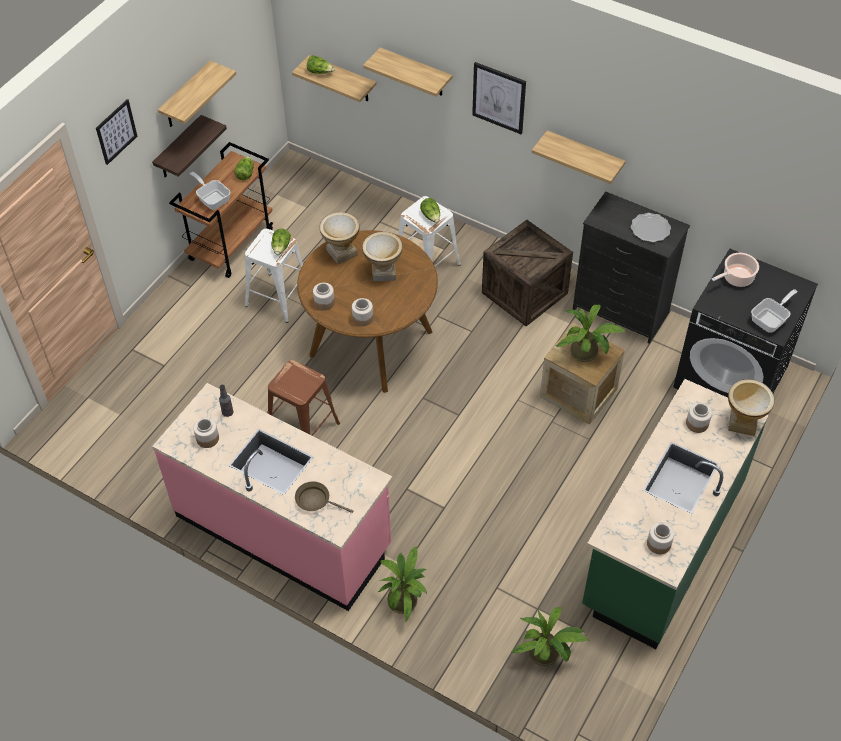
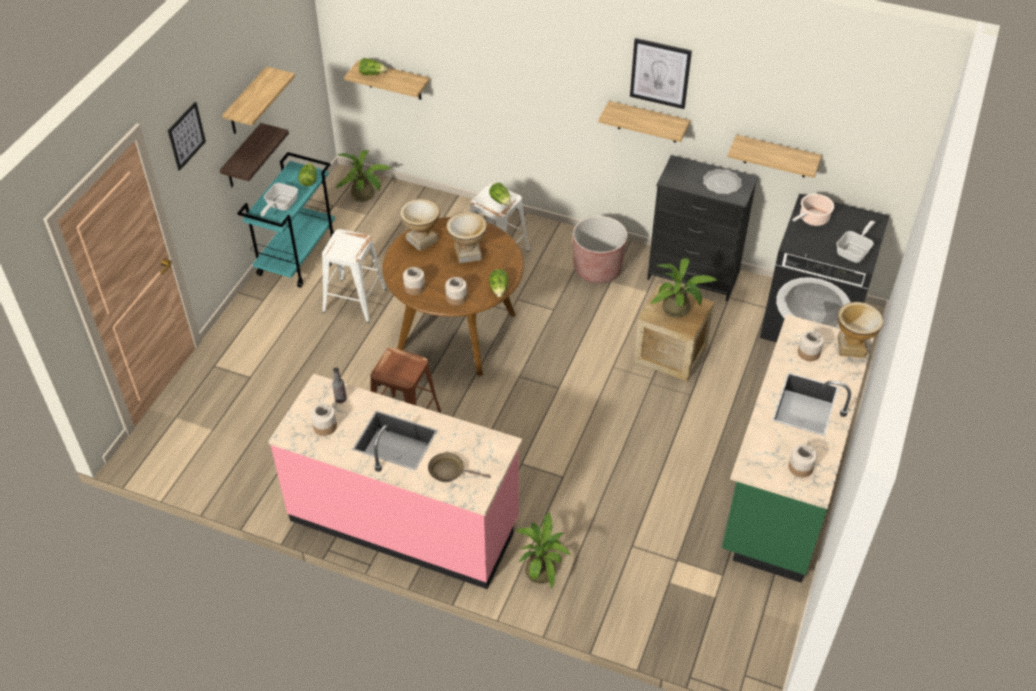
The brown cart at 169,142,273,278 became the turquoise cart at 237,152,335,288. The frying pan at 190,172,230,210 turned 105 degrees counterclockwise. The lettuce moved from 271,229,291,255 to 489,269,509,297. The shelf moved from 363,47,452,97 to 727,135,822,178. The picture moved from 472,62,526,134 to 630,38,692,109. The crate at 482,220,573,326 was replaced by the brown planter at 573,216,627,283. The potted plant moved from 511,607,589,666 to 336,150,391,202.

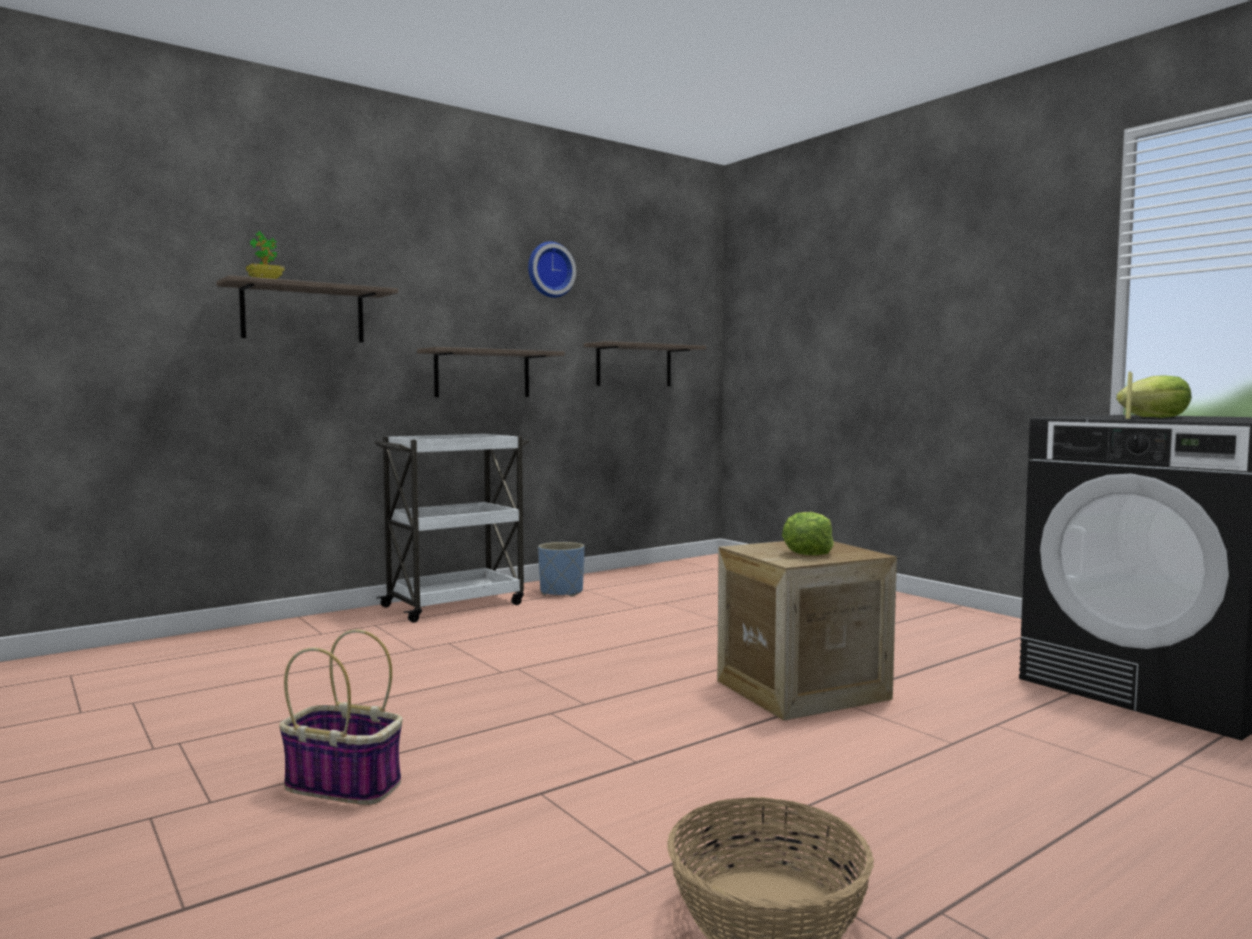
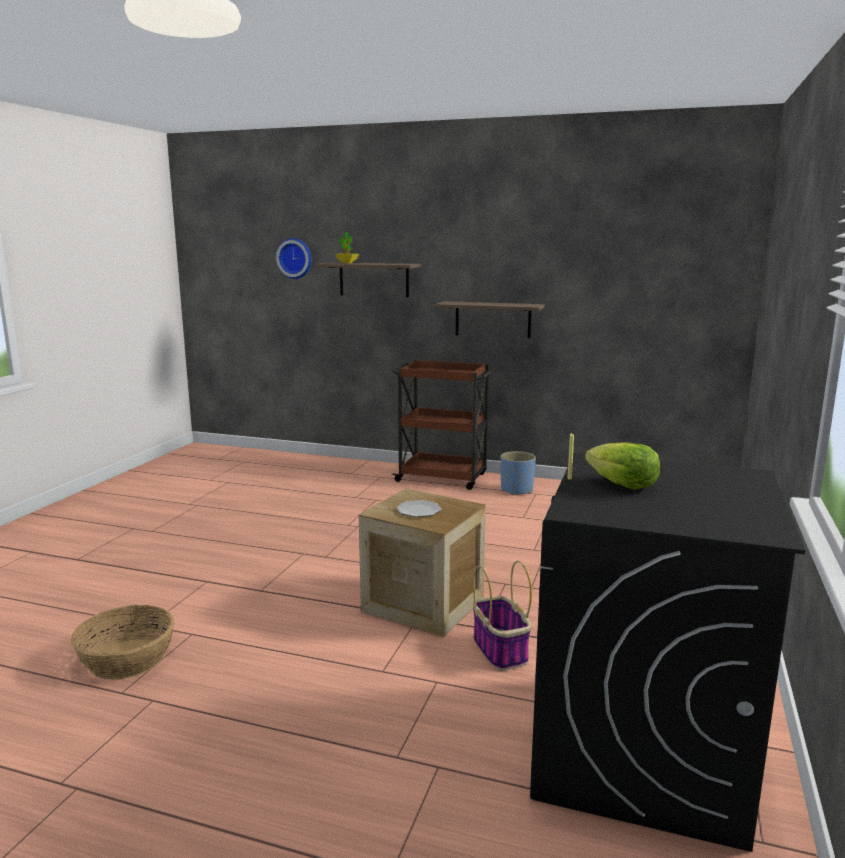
The basket moved from 279,630,403,805 to 473,561,532,671. The white cart at 373,434,530,623 became the brown cart at 392,360,496,490. The wall clock moved from 528,242,576,298 to 276,238,312,279. The shelf at 584,341,706,386 disappeared. The lettuce at 782,512,834,555 was replaced by the plate at 397,500,442,517.

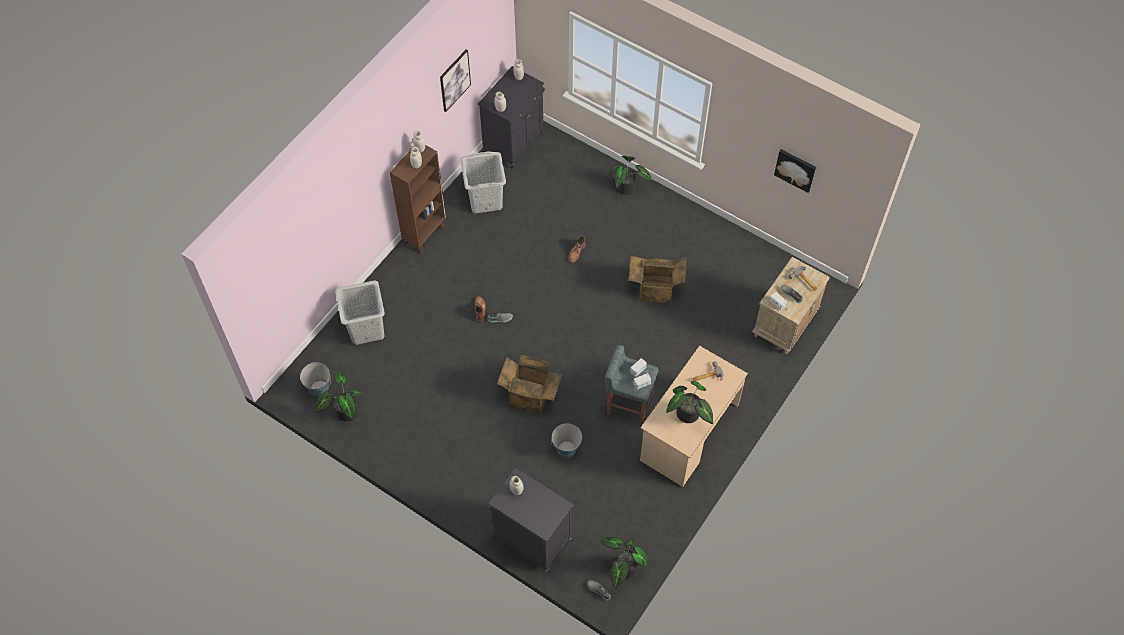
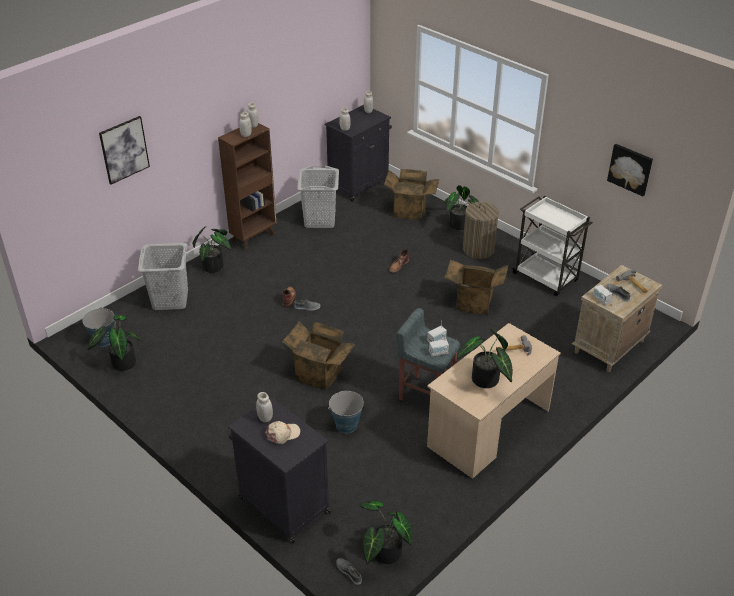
The picture moved from 440,49,471,112 to 99,116,150,184. The potted plant at 192,226,231,273 appeared. The beige cap at 265,421,300,444 appeared. The cardboard box at 384,169,439,220 appeared. The laundry basket at 463,202,499,259 appeared. The white cart at 512,196,593,296 appeared.

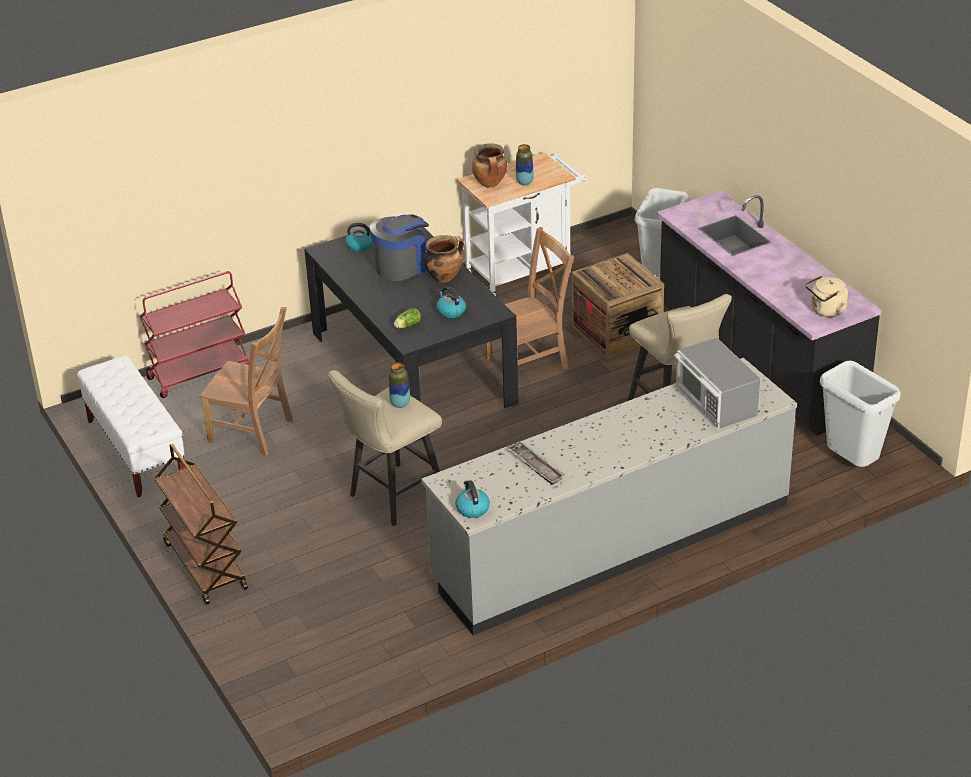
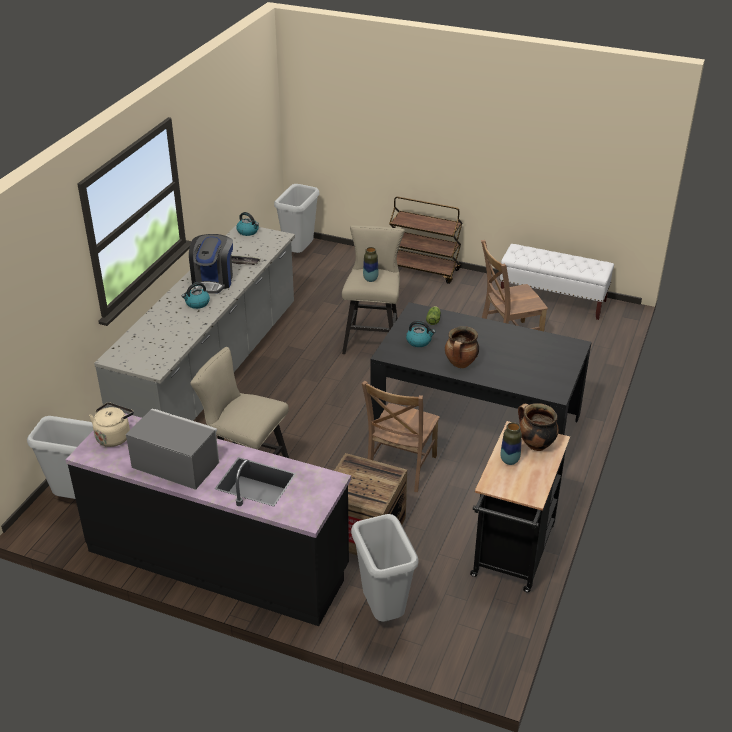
The red cart at 140,271,249,398 disappeared. The kettle moved from 345,223,373,252 to 182,282,210,309. The coffee machine moved from 370,214,429,281 to 189,234,233,294. The white cart at 457,152,586,296 became the black cart at 470,421,570,592. The microwave moved from 674,338,760,429 to 126,409,219,490. The grey trash can at 274,184,319,253 appeared.

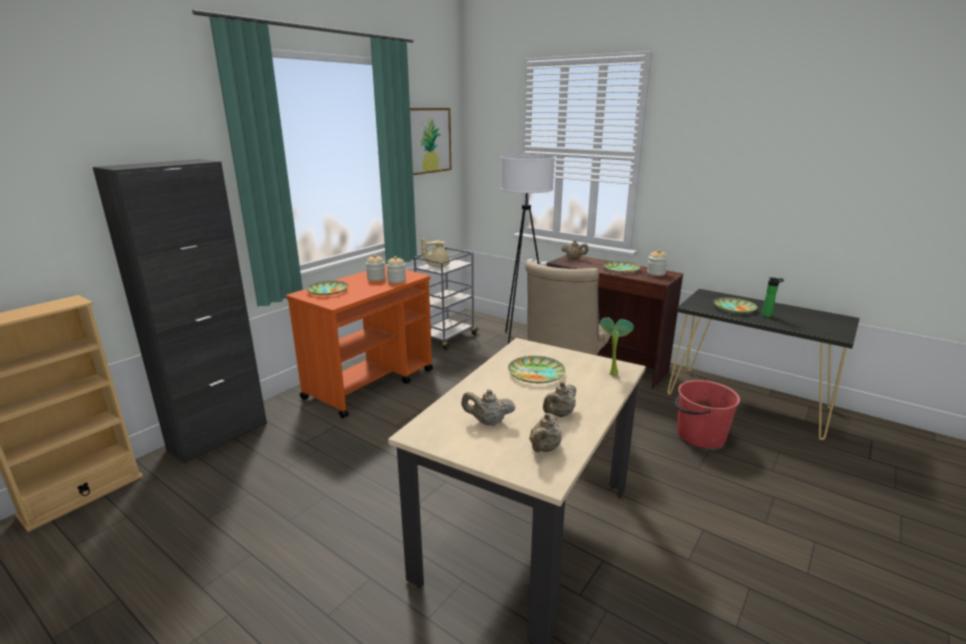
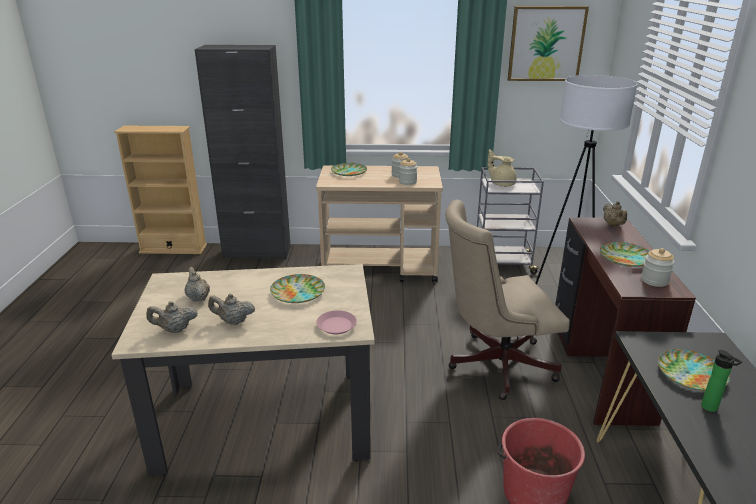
The orange cart at 286,265,433,418 became the beige cart at 316,165,443,282. The potted plant at 600,318,634,376 was replaced by the pink plate at 316,310,357,334.

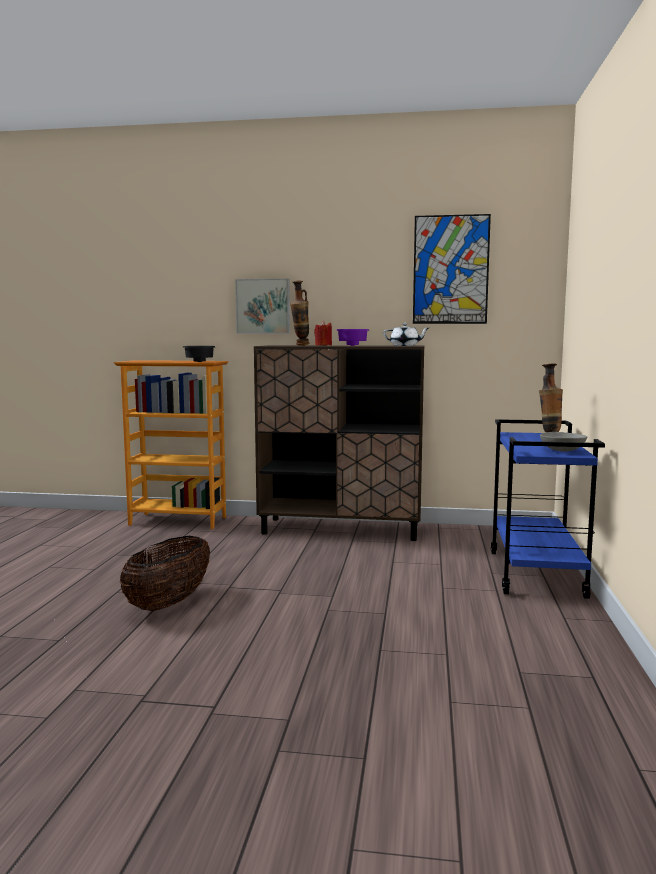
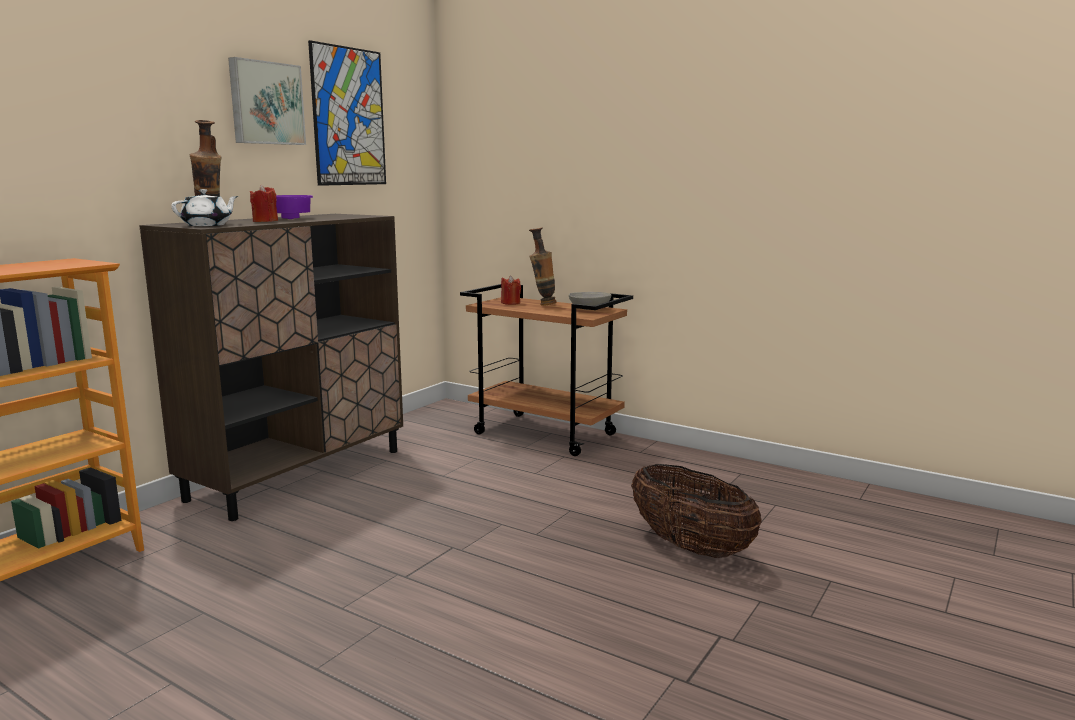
The basket moved from 120,536,210,611 to 631,464,762,558. The black bowl at 183,346,215,362 disappeared. The picture moved from 235,279,290,334 to 228,57,306,145. The white teapot moved from 383,323,429,346 to 171,189,238,226. The blue cart at 491,419,605,599 became the brown cart at 460,284,633,456. The red candle at 501,275,521,305 appeared.

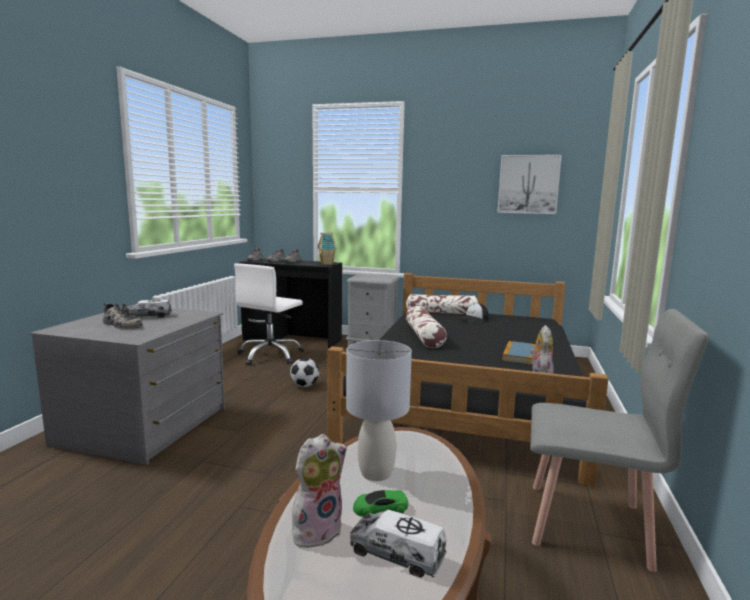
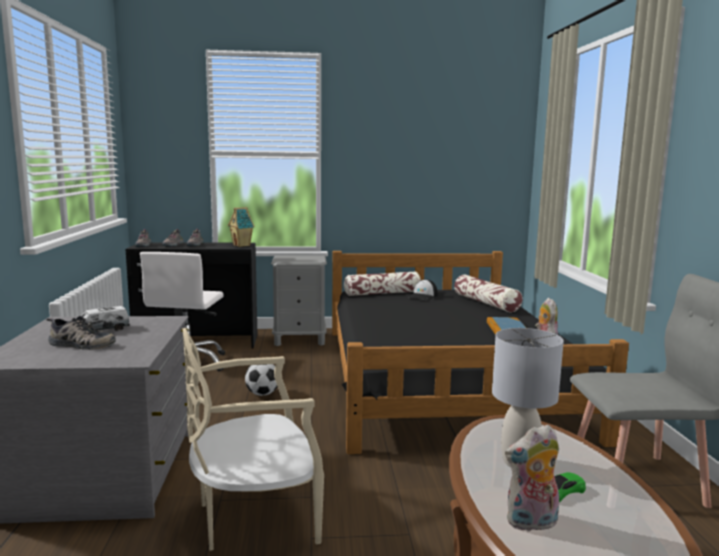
The plush toy at 292,434,347,548 turned 135 degrees counterclockwise. The toy truck at 350,510,447,578 disappeared. The pillow moved from 406,306,447,348 to 454,275,522,313. The picture at 497,155,562,214 disappeared. The beige chair at 182,328,324,551 appeared.

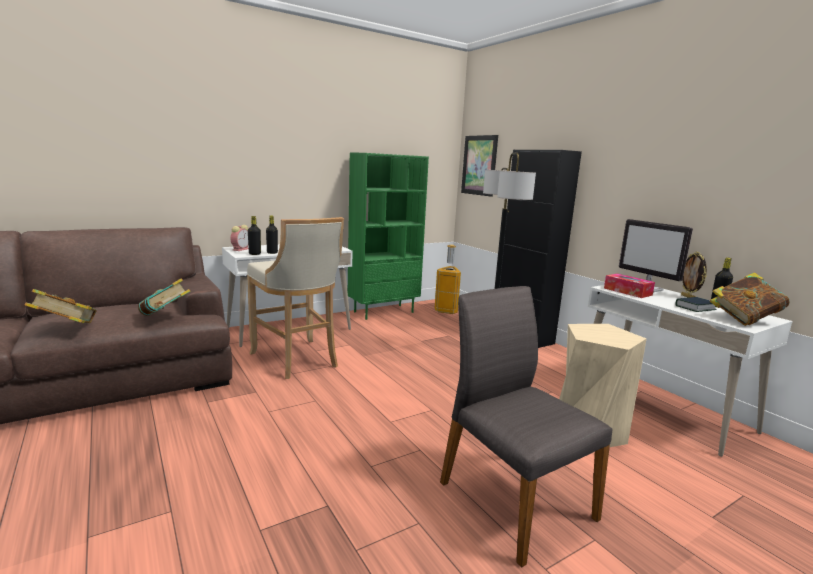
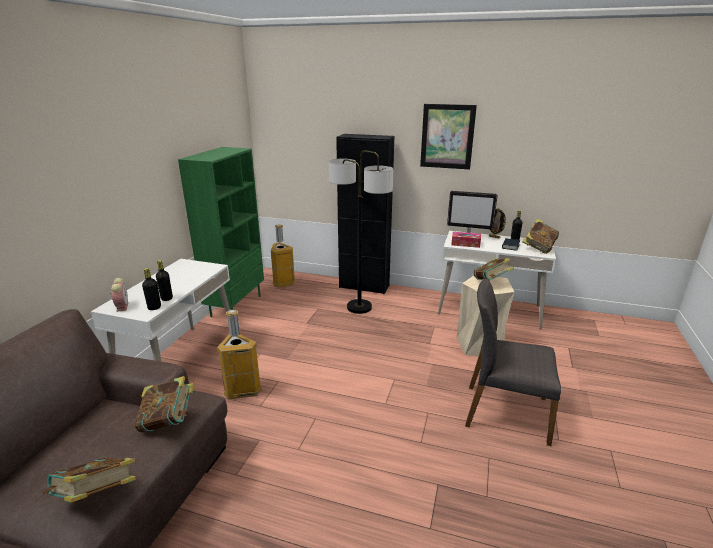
The beige stool at 247,217,344,379 was replaced by the trash can at 217,310,262,399. The picture moved from 461,135,498,197 to 420,104,477,169. The book at 473,258,514,281 appeared.

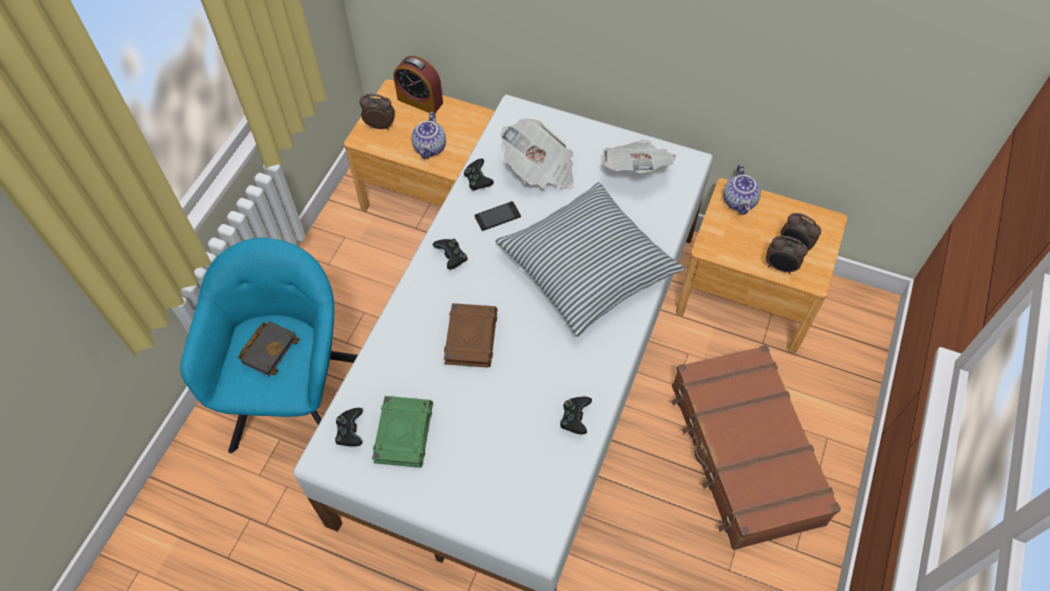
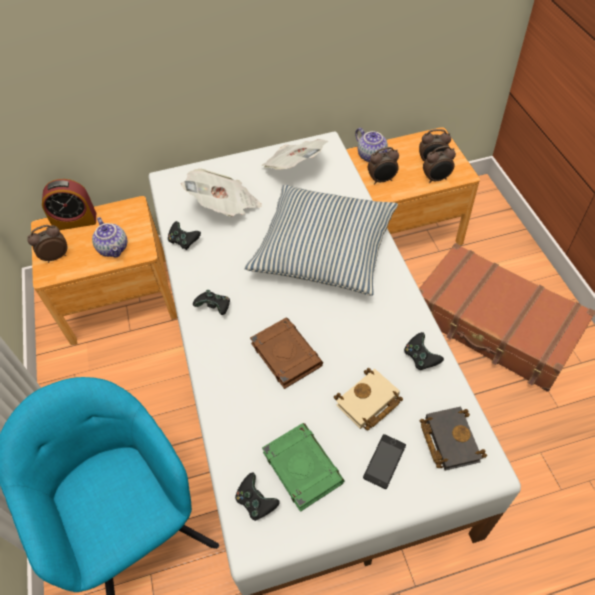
The black book moved from 238,321,300,376 to 420,406,487,470. The phone moved from 475,201,521,231 to 363,434,406,489. The beige book at 334,368,403,430 appeared. The alarm clock at 368,147,399,184 appeared.

